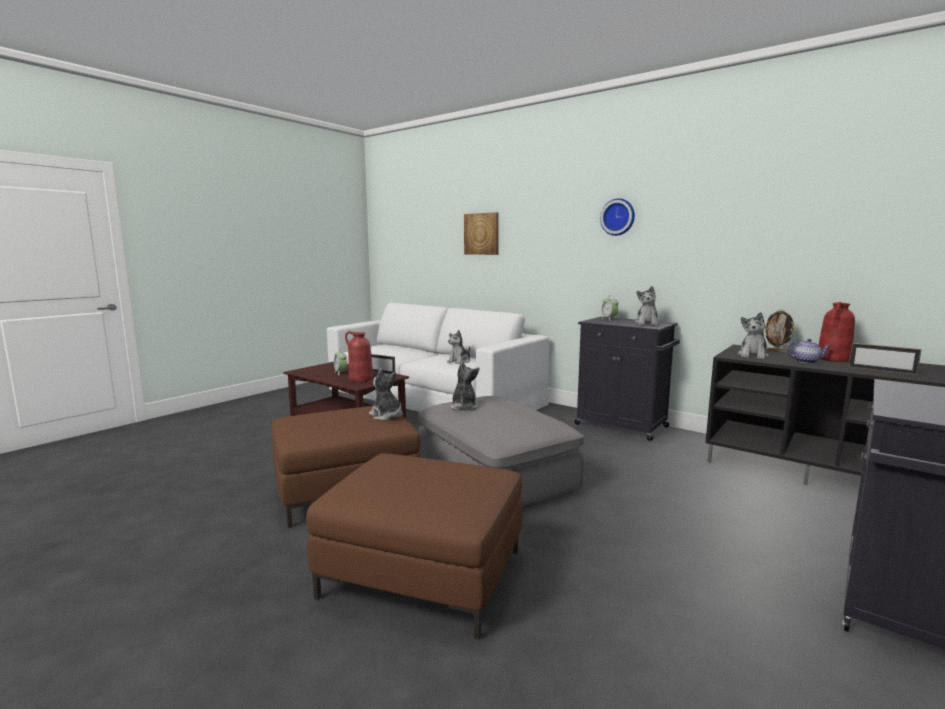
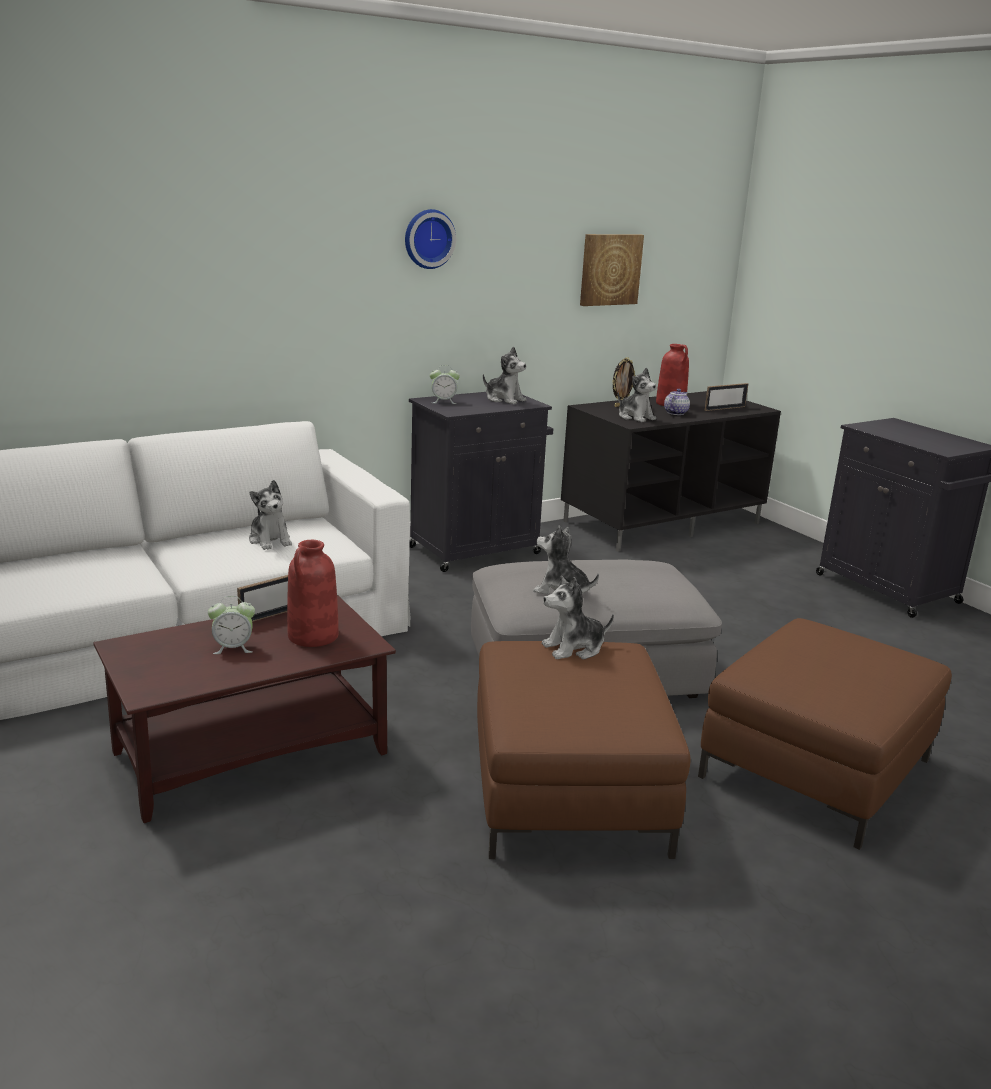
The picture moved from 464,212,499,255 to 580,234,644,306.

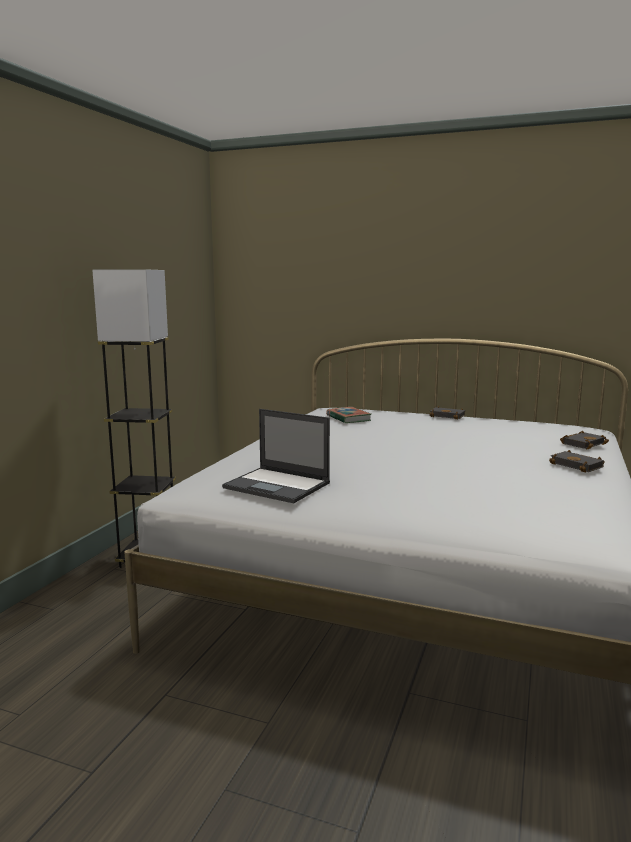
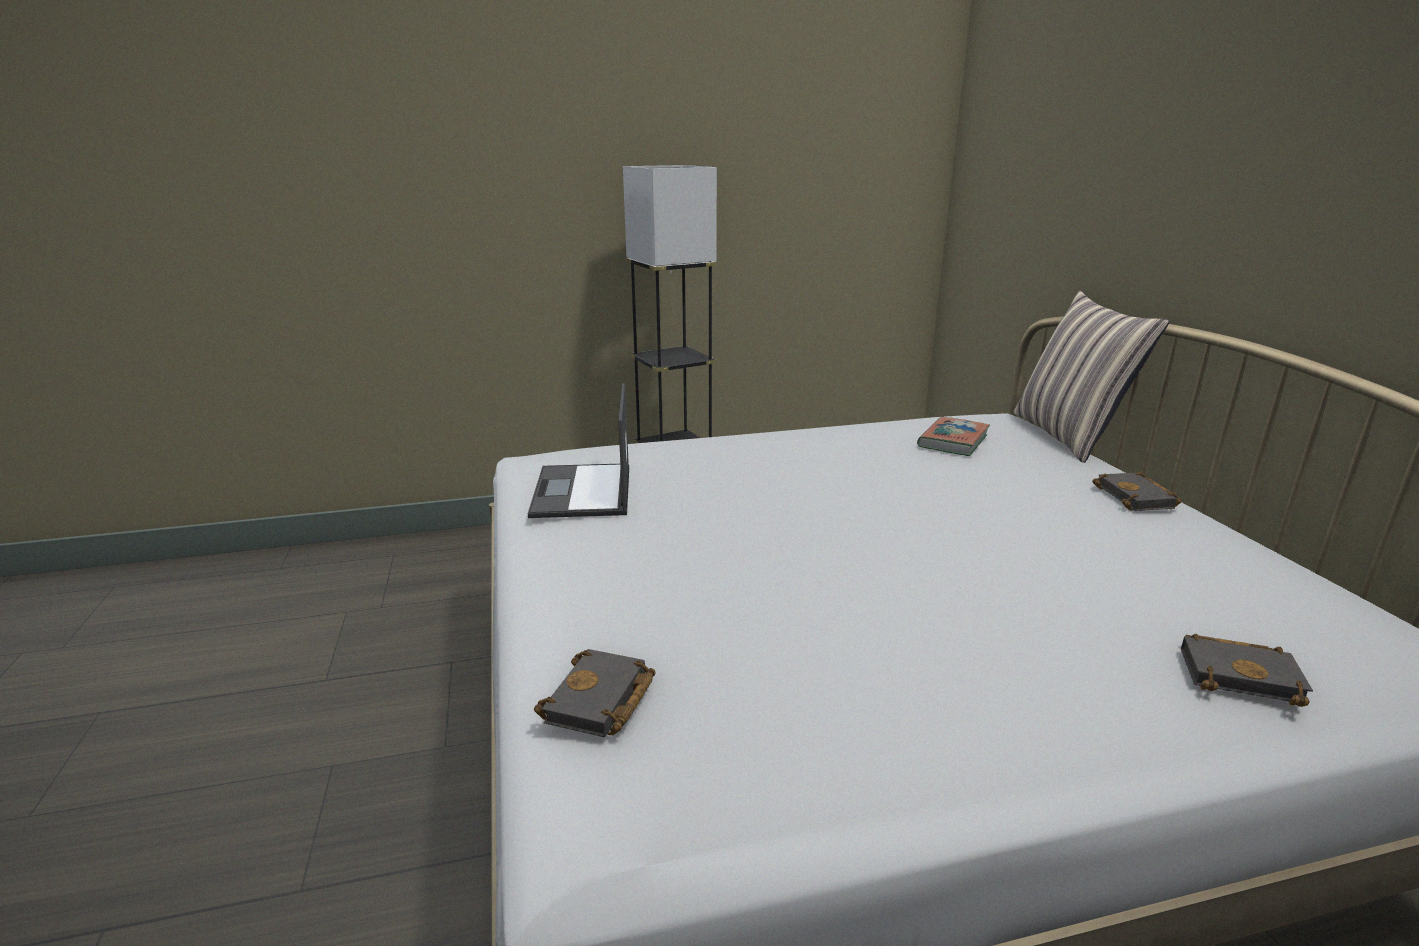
The black book moved from 549,450,605,473 to 534,649,656,737. The pillow at 1013,291,1169,463 appeared.

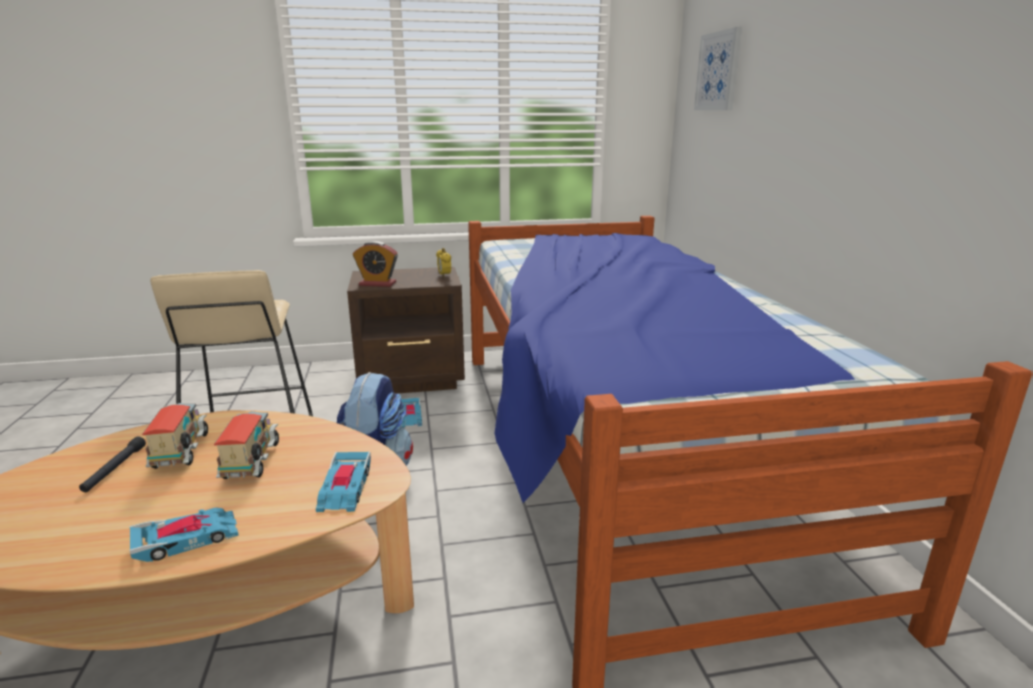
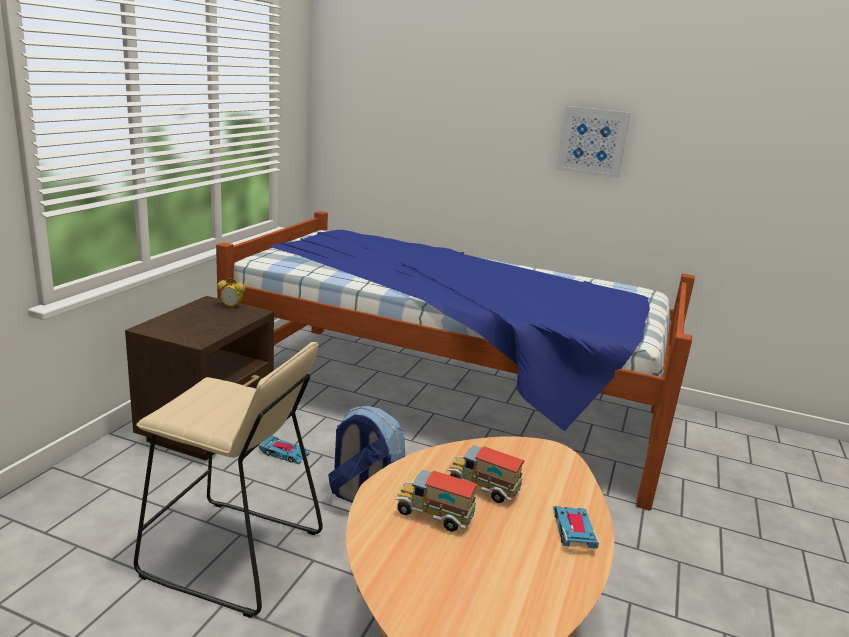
The black flashlight at 79,437,146,492 disappeared. The toy car at 316,452,371,512 disappeared. The alarm clock at 353,241,398,287 disappeared. The picture moved from 694,27,742,110 to 556,106,631,178.

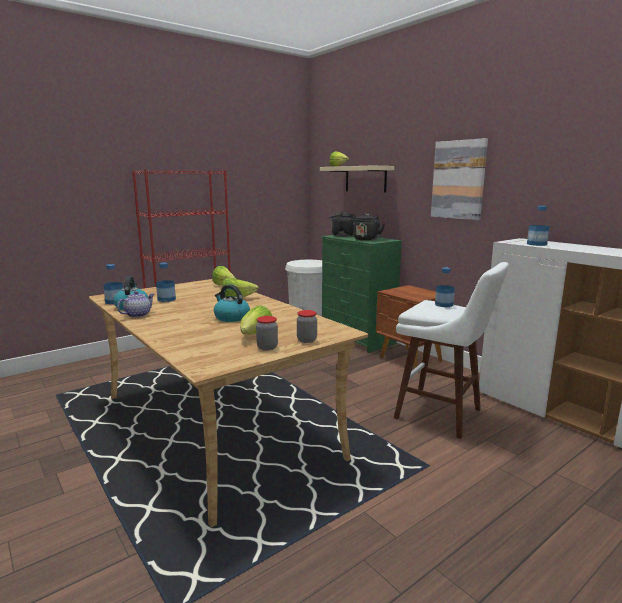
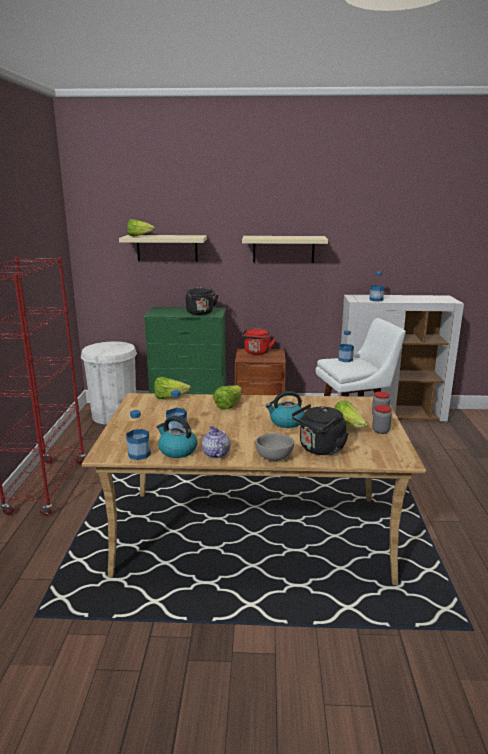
The black kettle moved from 329,211,355,237 to 292,404,348,455. The picture at 431,138,488,220 was replaced by the beige shelf at 242,236,328,263. The red kettle at 242,328,276,355 appeared. The grey bowl at 255,433,294,461 appeared.

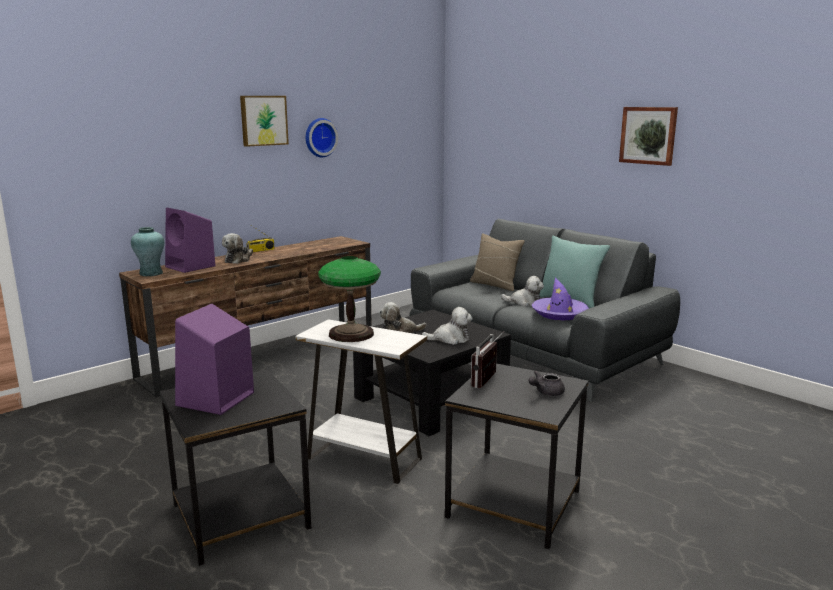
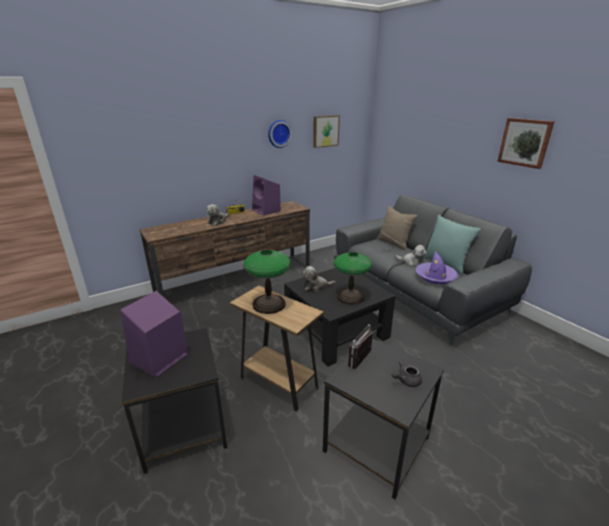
The turquoise vase at 131,227,164,276 disappeared. The purple speaker moved from 165,207,215,273 to 252,175,281,216. The picture moved from 240,96,289,147 to 313,115,340,148. The white side table at 295,319,427,484 became the brown side table at 230,286,324,411. The plush toy at 422,307,473,345 was replaced by the table lamp at 334,252,372,305.

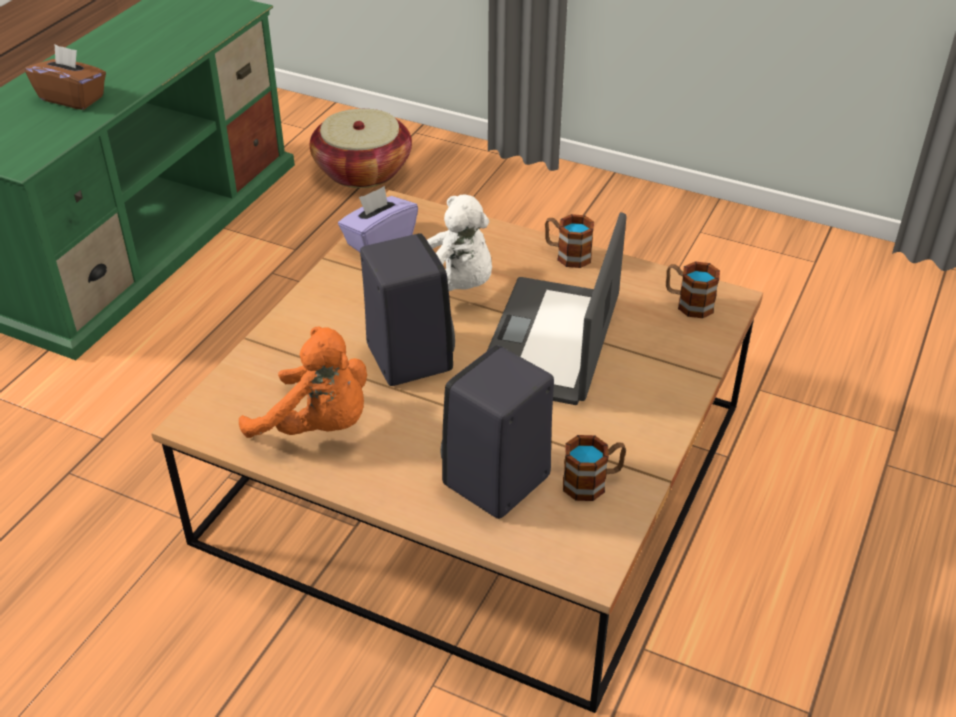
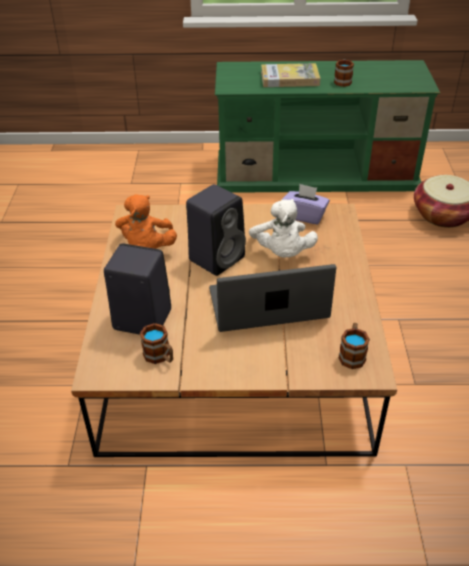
The brown tissue box at 25,44,106,110 was replaced by the book at 261,63,320,87. The mug moved from 545,214,594,268 to 334,59,354,87.

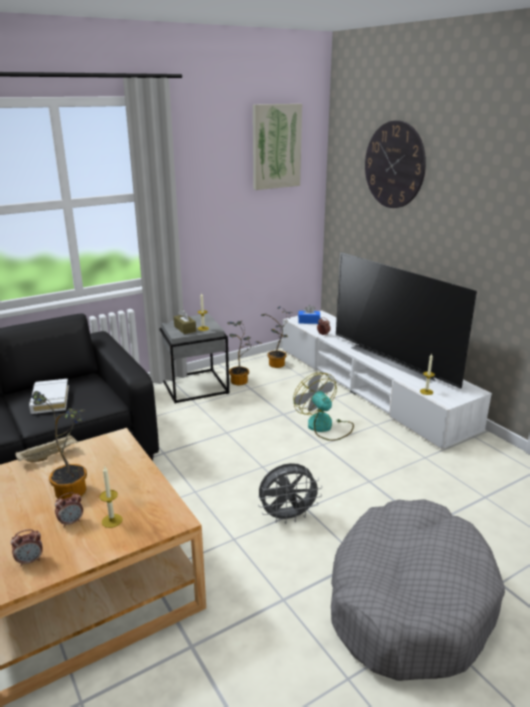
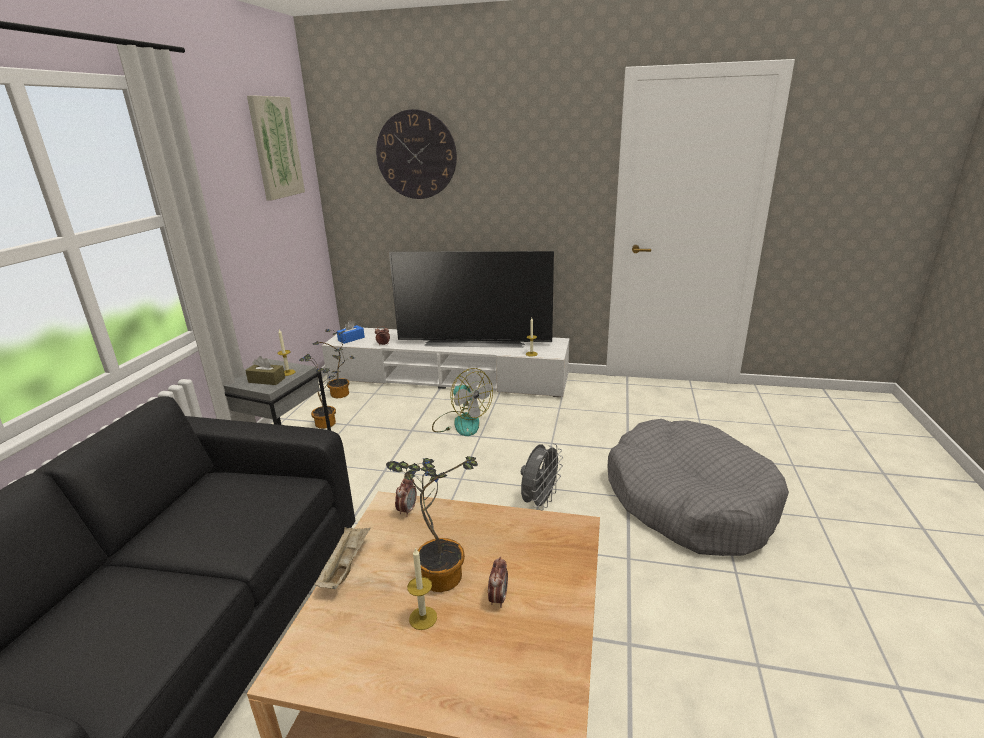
The alarm clock moved from 11,529,43,566 to 395,478,417,516. The white book at 29,379,69,414 disappeared. The candle moved from 100,466,123,528 to 407,547,437,630. The fan at 293,373,354,441 turned 150 degrees counterclockwise.

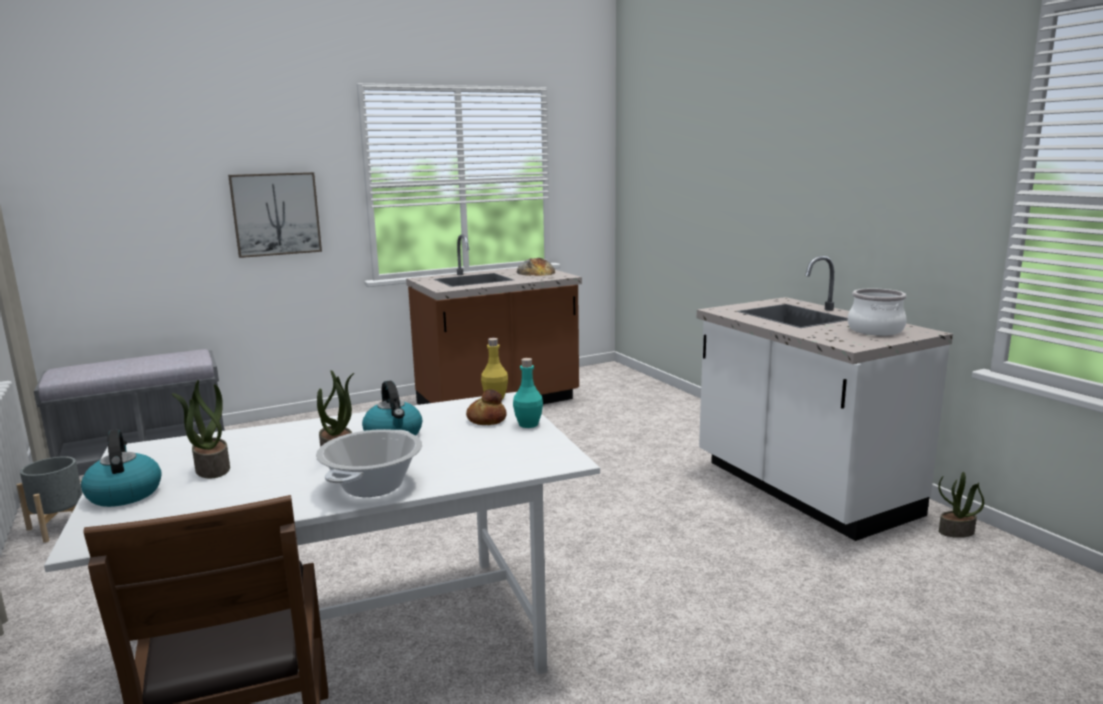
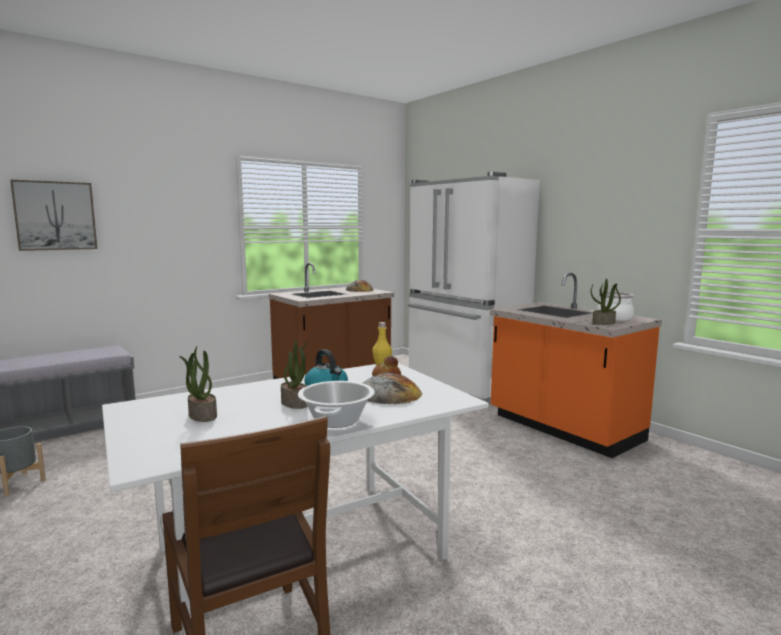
The kettle at 81,430,162,507 disappeared. The picture moved from 228,172,322,258 to 10,180,97,251. The turquoise bottle at 513,358,543,428 disappeared. The white counter at 697,256,953,541 became the orange counter at 490,273,662,458. The potted plant moved from 938,472,984,538 to 591,278,621,325. The bread at 363,372,422,404 appeared. The white fridge at 408,172,540,405 appeared.

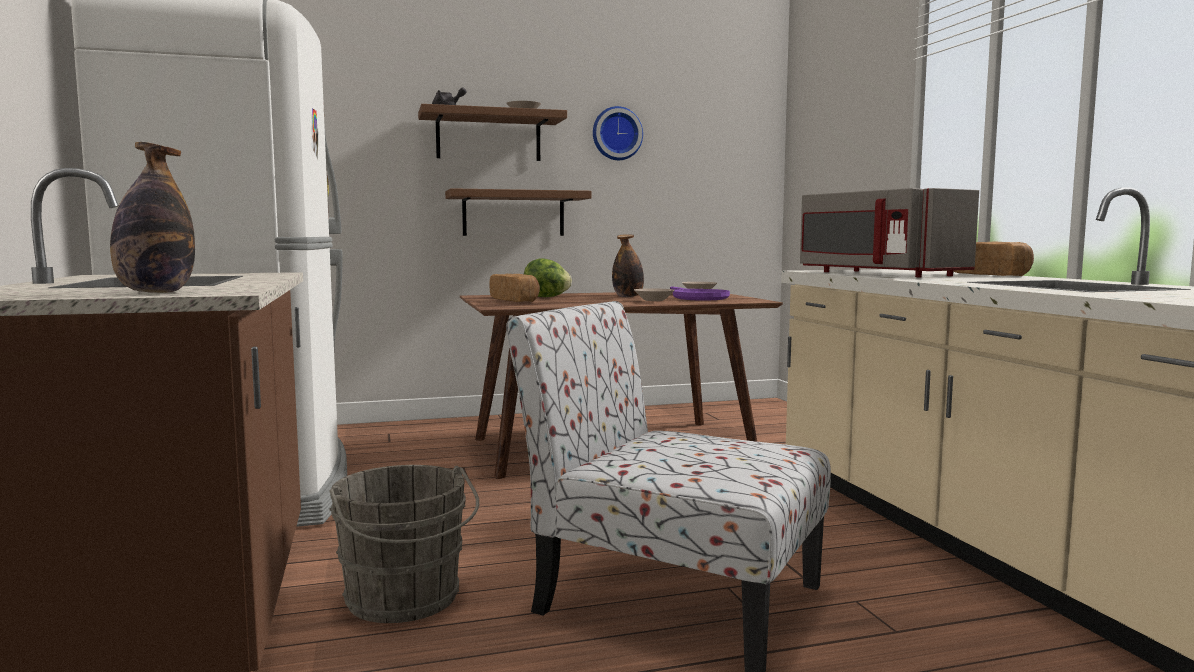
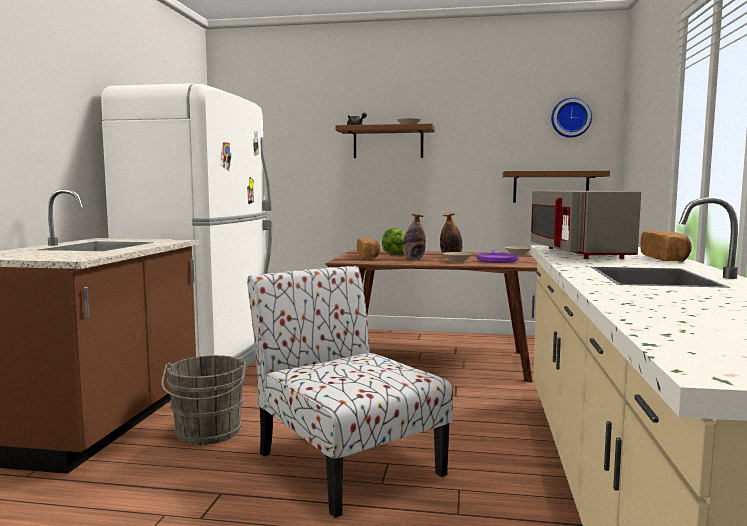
The bottle moved from 110,142,195,293 to 403,214,426,259. The brown shelf moved from 445,188,592,236 to 502,171,610,203. The wall clock moved from 593,106,643,160 to 551,97,592,138.

